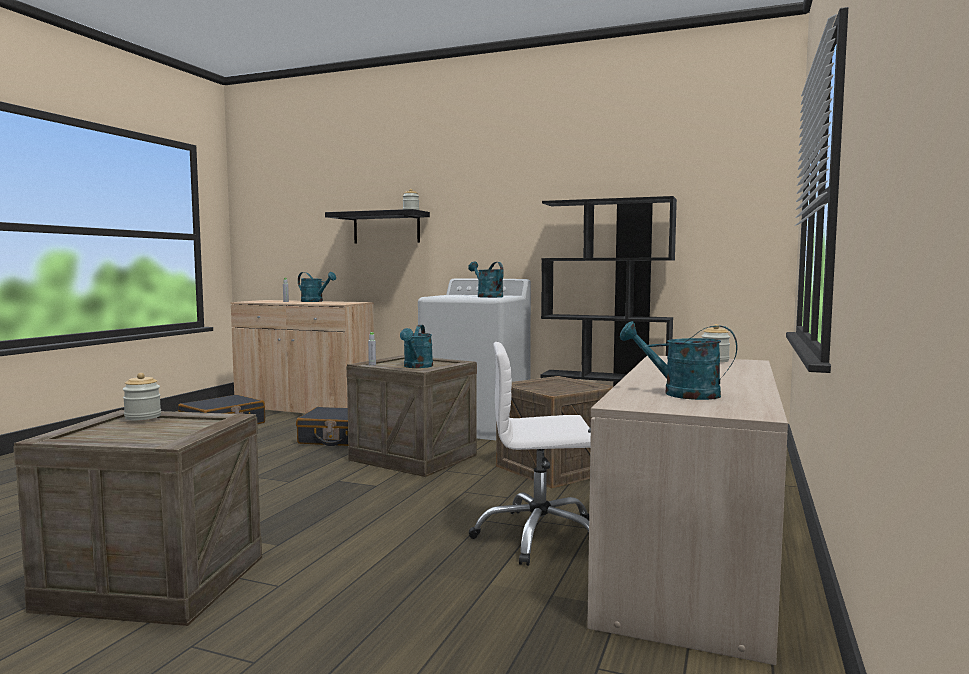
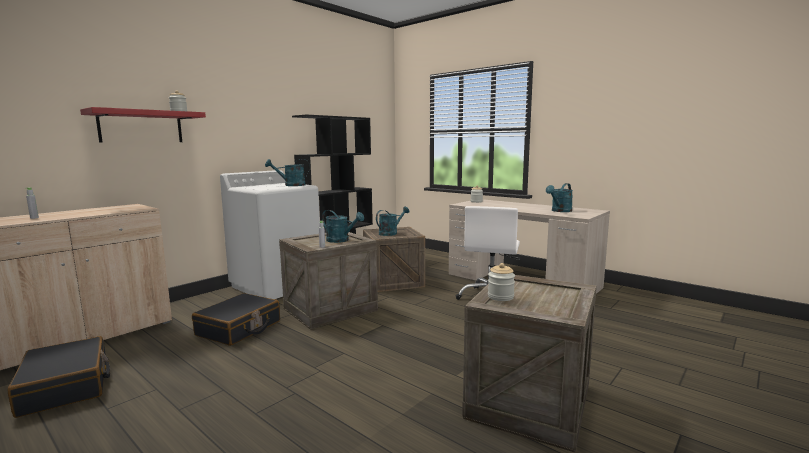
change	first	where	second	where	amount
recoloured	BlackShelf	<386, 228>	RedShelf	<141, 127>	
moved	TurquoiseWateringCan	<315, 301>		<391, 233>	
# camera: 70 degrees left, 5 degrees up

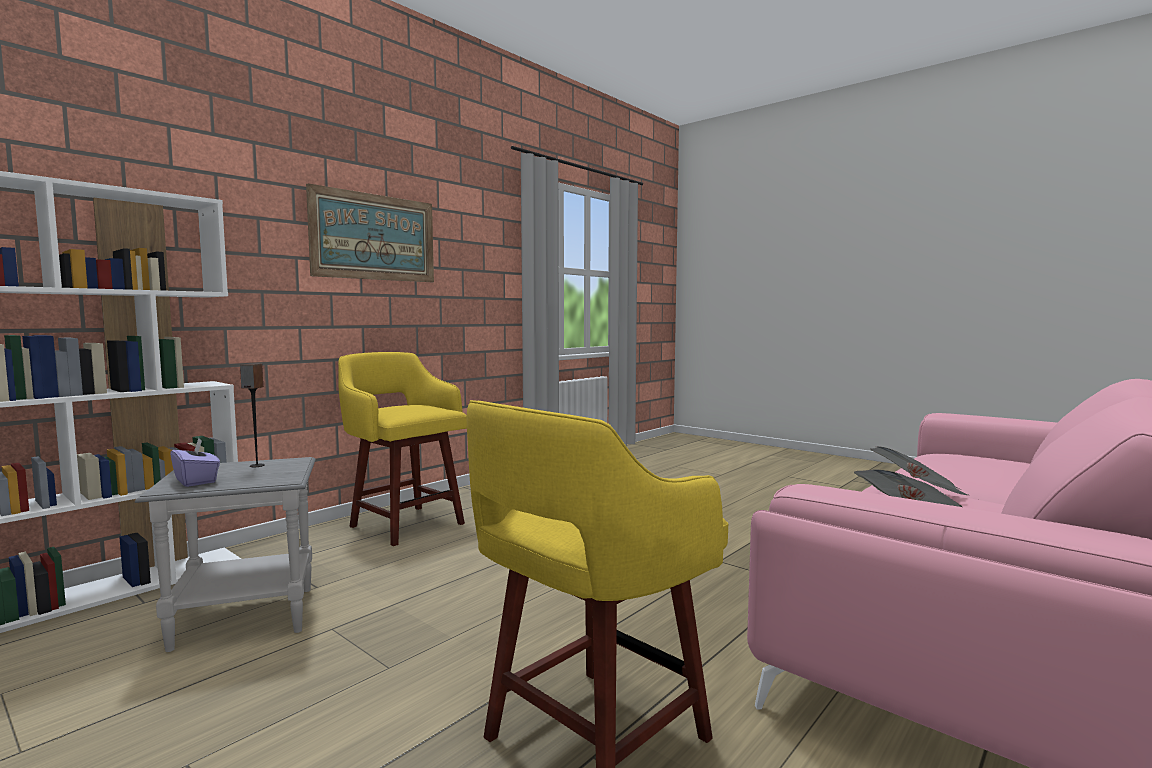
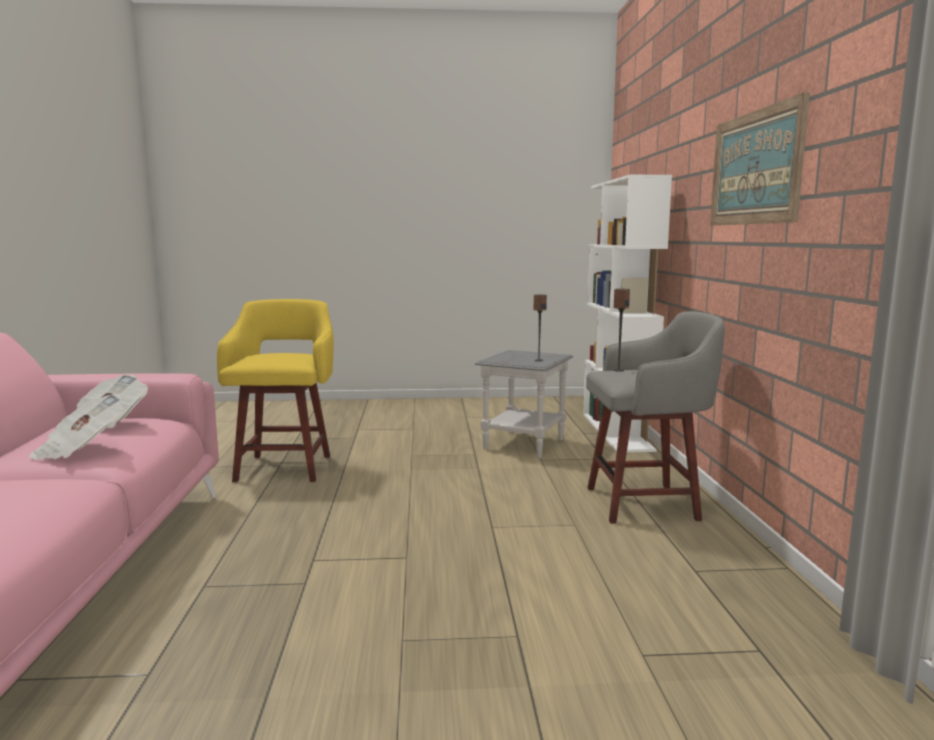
change	first	where	second	where	amount
recoloured	YellowStool	<405, 524>	GreyStool	<646, 503>	
added			Speaker	<618, 370>	
removed	PurpleTissueBox	<196, 480>			
# camera: 135 degrees right, 5 degrees up

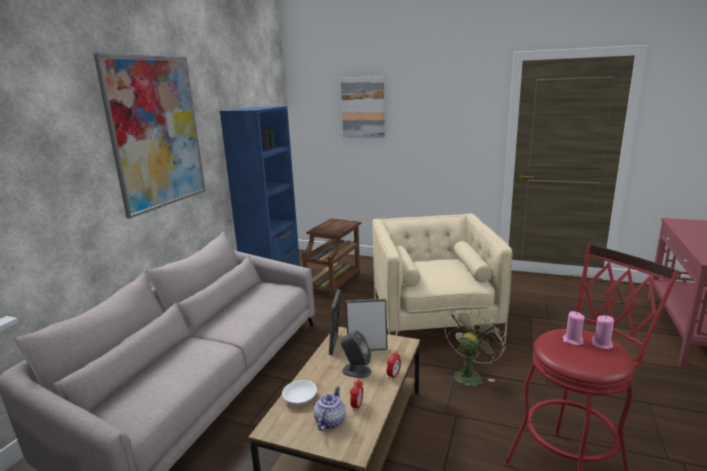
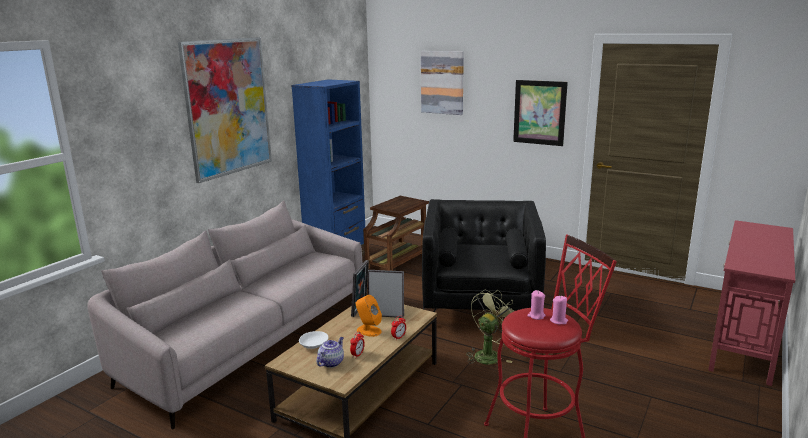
change	first	where	second	where	amount
recoloured	GreySpeaker	<356, 371>	OrangeSpeaker	<368, 331>	
recoloured	BeigeArmchair	<433, 321>	BlackArmchair	<480, 306>	
added			Picture	<539, 112>	
# camera: 10 degrees right, 0 degrees up

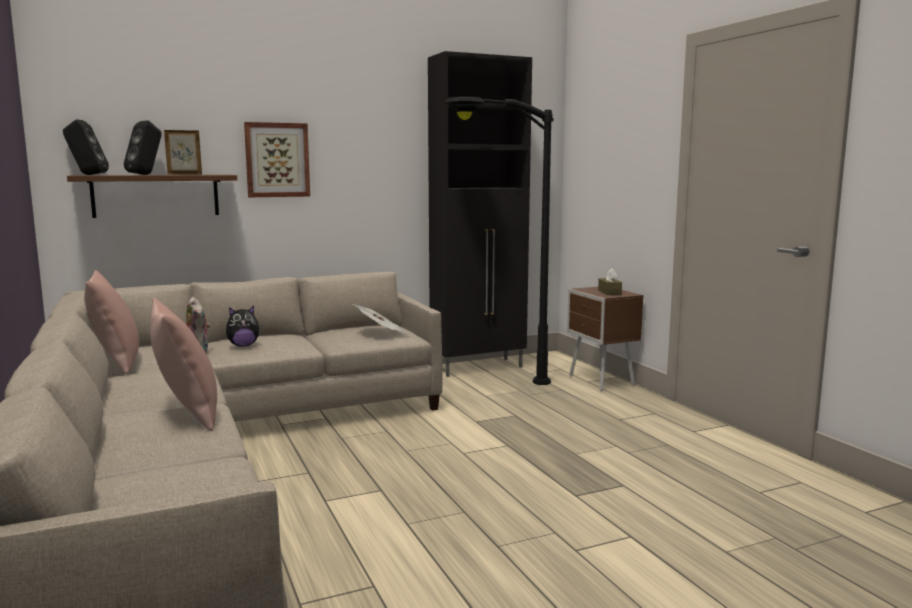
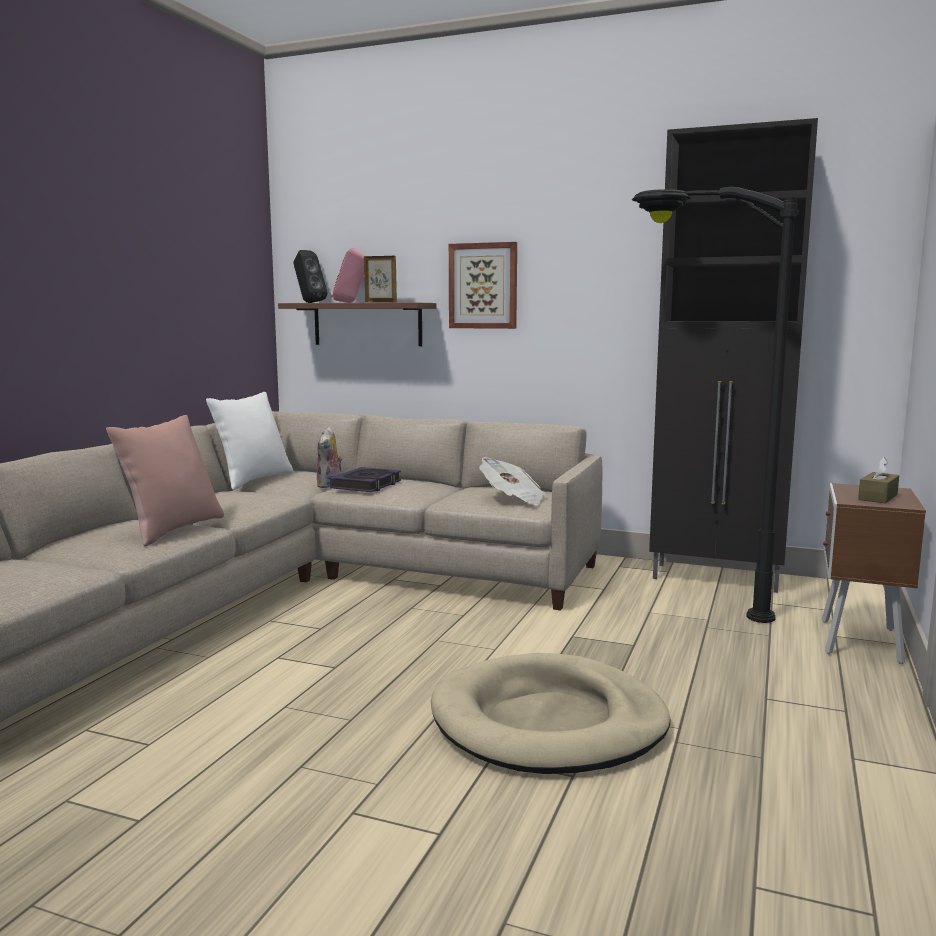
change	first	where	second	where	amount
recoloured	PinkPillow	<116, 363>	WhitePillow	<253, 480>	
replaced	PlushToy	<243, 345>	Book	<366, 485>	
recoloured	BlackSpeaker	<146, 174>	PinkSpeaker	<350, 302>	
added			BeigeDogBed	<548, 722>	
# camera: 45 degrees right, 0 degrees up

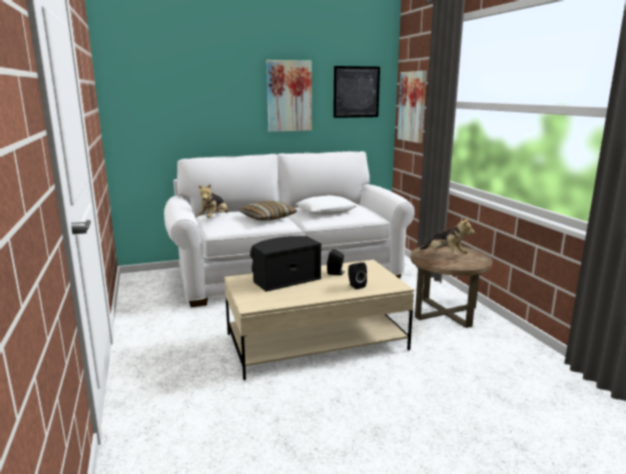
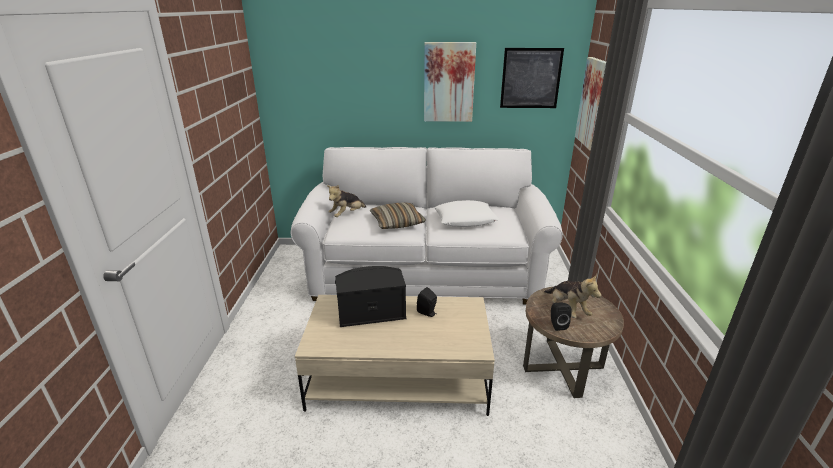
change	first	where	second	where	amount
moved	BlackSpeaker	<355, 285>		<557, 325>	
# camera: 20 degrees right, 10 degrees up

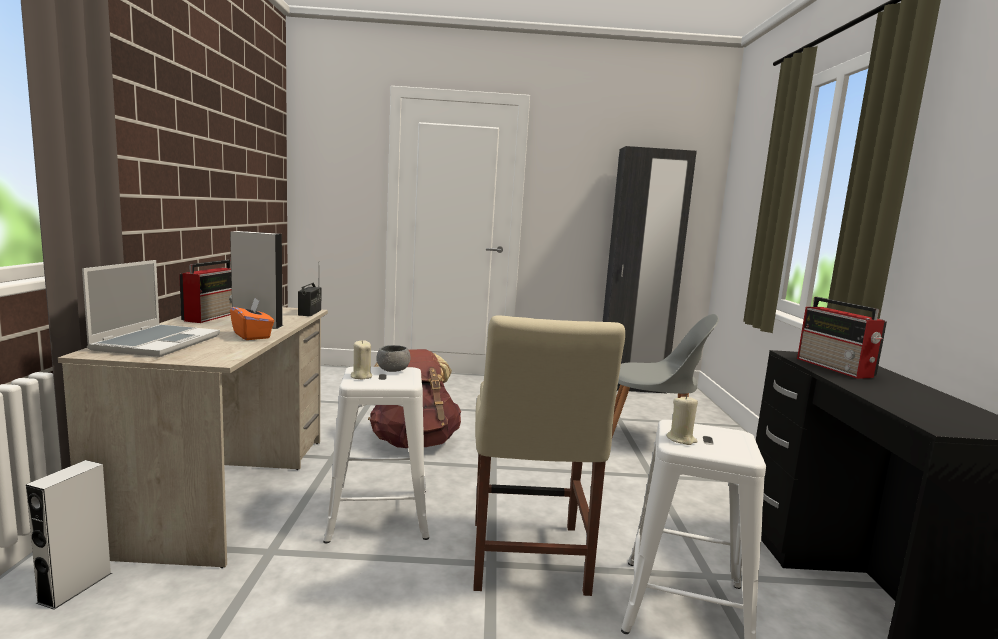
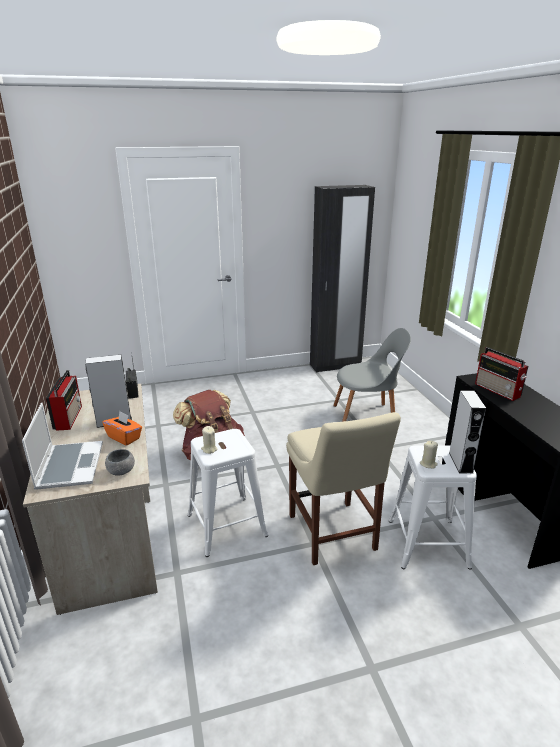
change	first	where	second	where	amount
moved	GreyBowl	<393, 370>		<121, 471>	
moved	GreySpeaker	<75, 587>		<460, 462>	
# camera: 15 degrees left, 15 degrees up

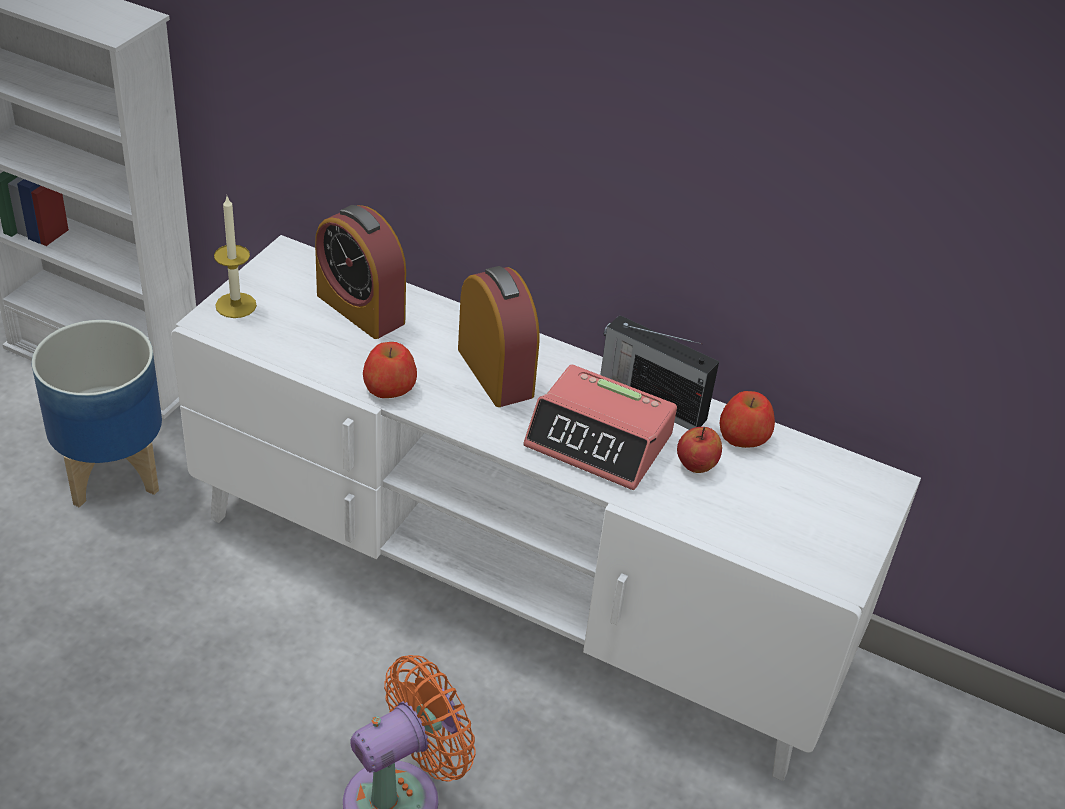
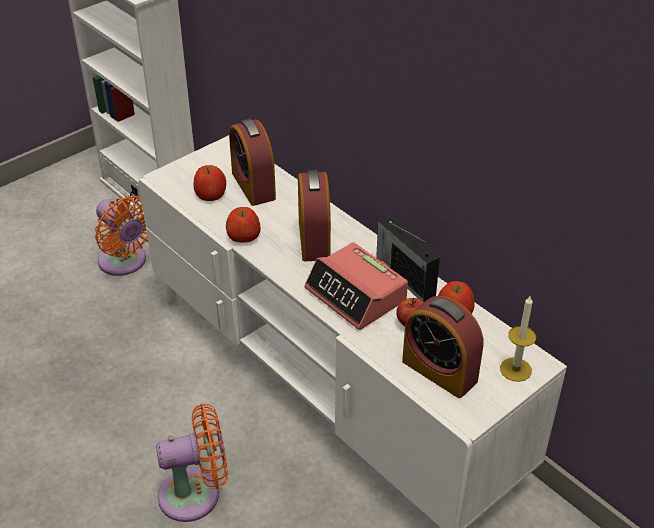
change	first	where	second	where	amount
replaced	Planter	<112, 471>	OrangeFan	<125, 262>	
added			Apple	<210, 194>	
added			AlarmClock	<439, 371>	
moved	Candle	<236, 305>		<515, 369>	
# camera: 25 degrees right, 0 degrees up

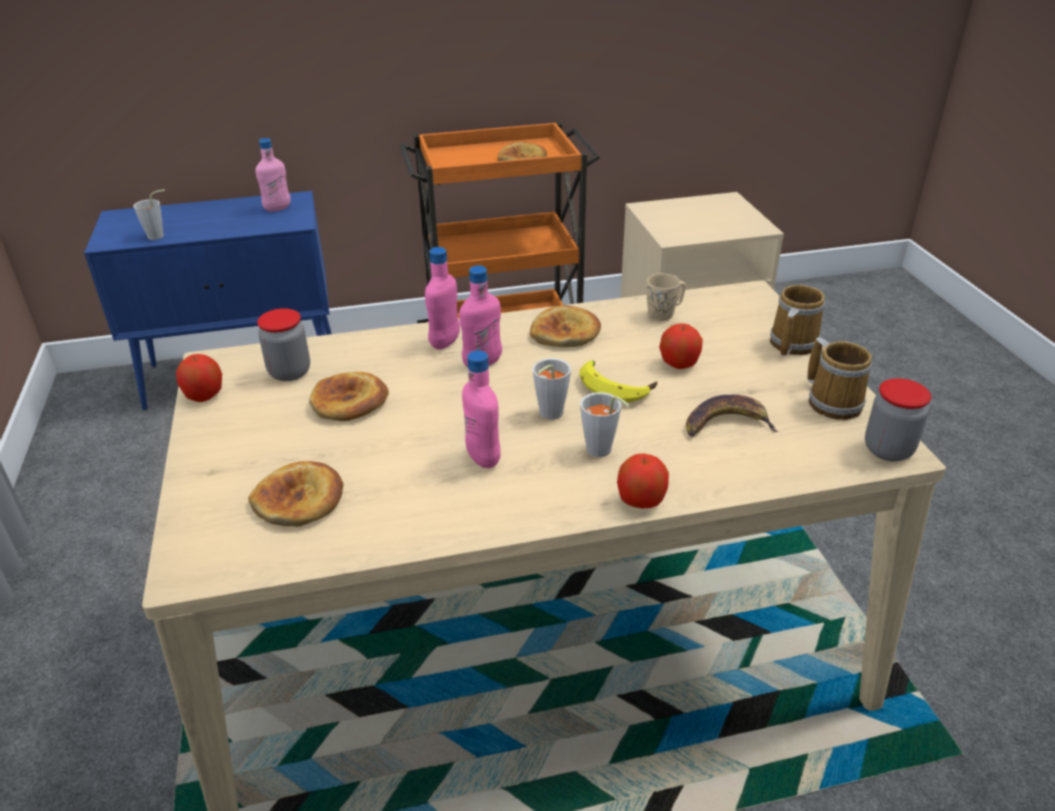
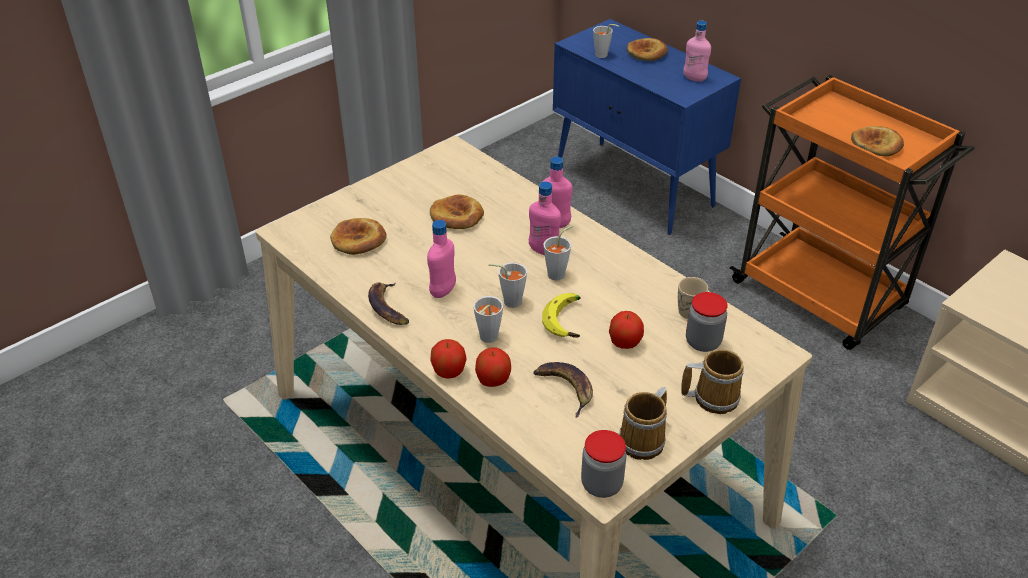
change	first	where	second	where	amount
added			Banana	<387, 307>	
moved	Apple	<204, 396>		<493, 380>	
added			GreyCup	<559, 273>	
moved	Bread	<565, 332>		<646, 53>	
moved	Jar	<289, 372>		<703, 342>	
# camera: 60 degrees right, 5 degrees up

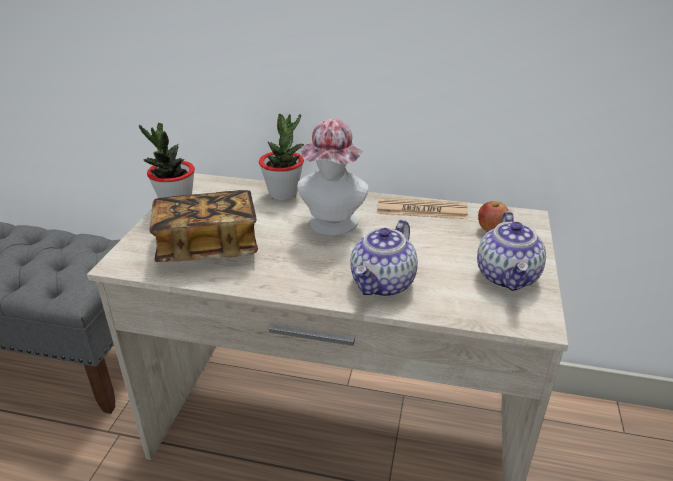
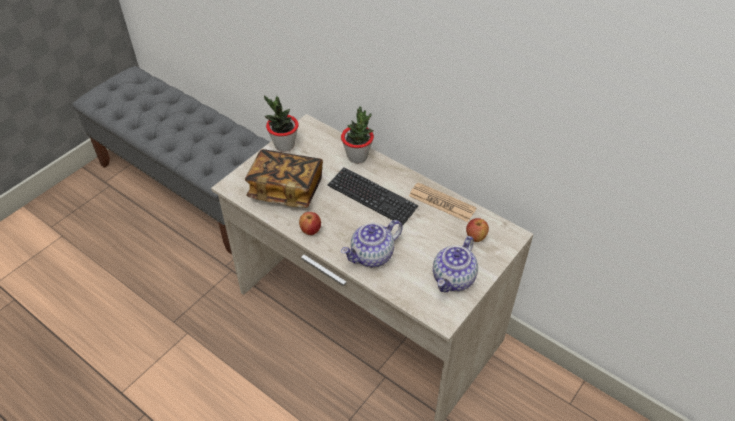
change	first	where	second	where	amount
added			Apple	<310, 230>	
replaced	Hat	<332, 226>	Keyboard	<372, 197>	
# camera: 25 degrees right, 15 degrees up

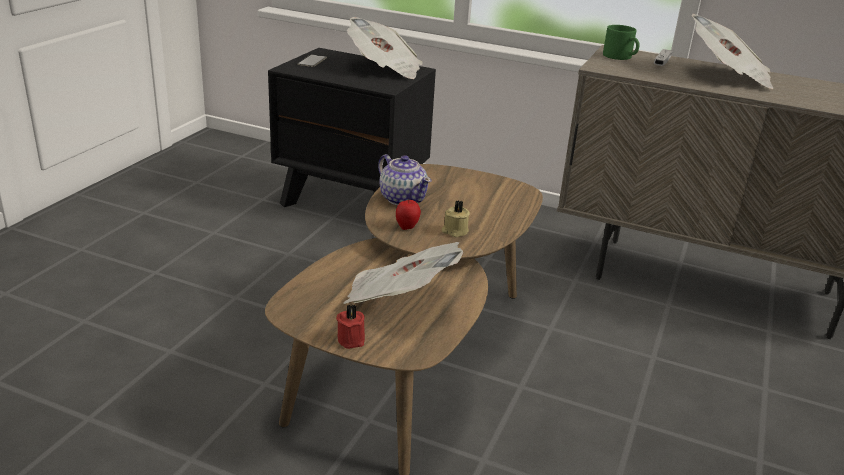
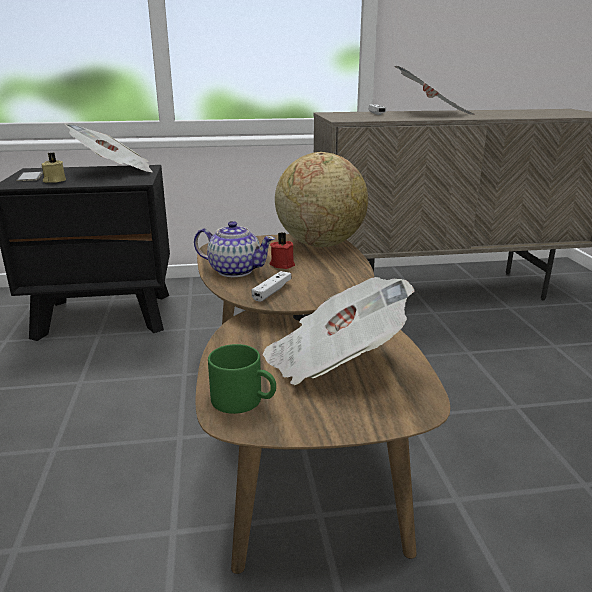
change	first	where	second	where	amount
moved	BeigeCandle	<454, 231>		<54, 181>	
moved	GreenMug	<621, 57>		<245, 400>	
replaced	Apple	<407, 227>	WhiteGameController	<272, 291>	
moved	RedCandle	<352, 339>		<282, 264>	
added			Globe	<320, 244>	
# camera: 30 degrees left, 5 degrees down

